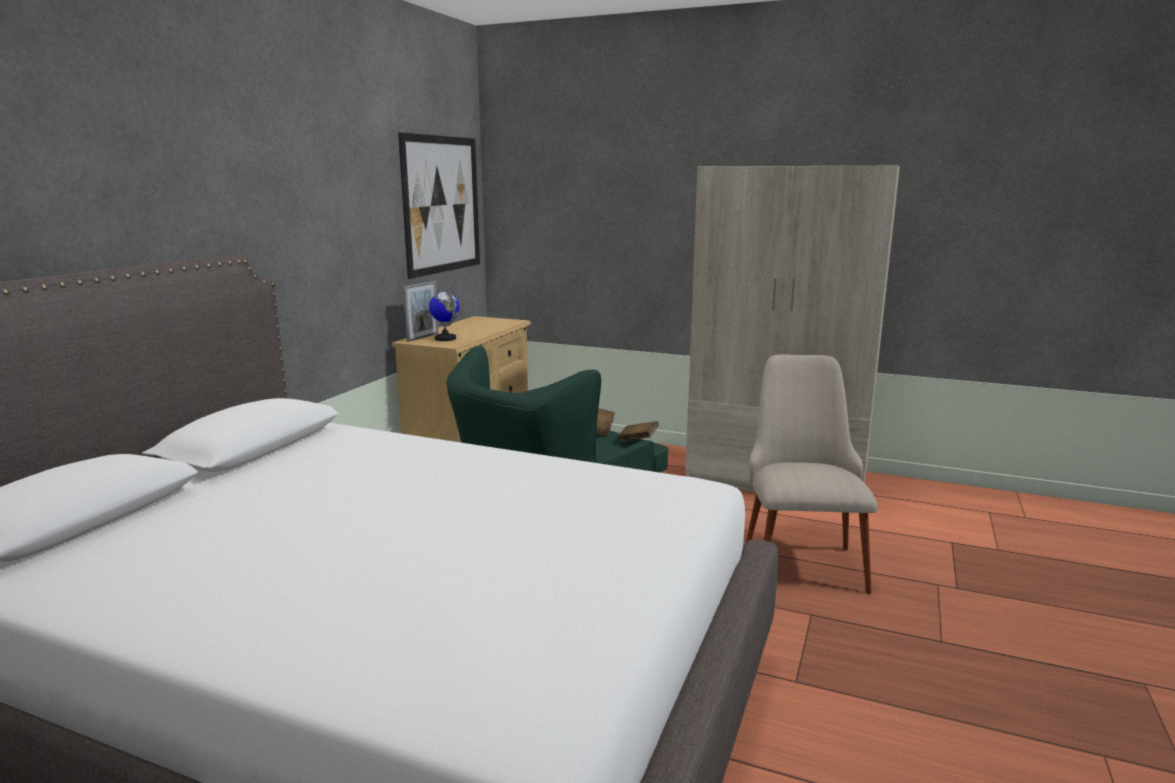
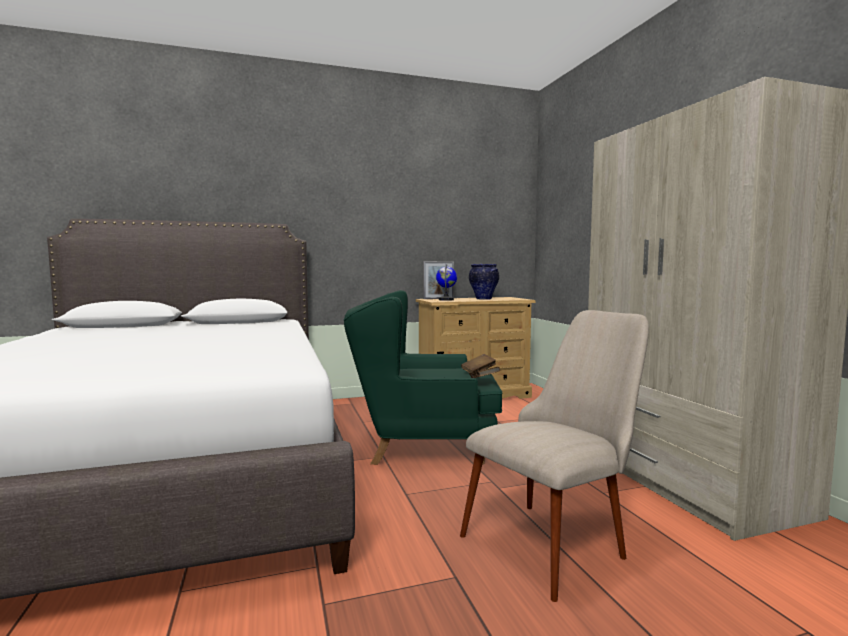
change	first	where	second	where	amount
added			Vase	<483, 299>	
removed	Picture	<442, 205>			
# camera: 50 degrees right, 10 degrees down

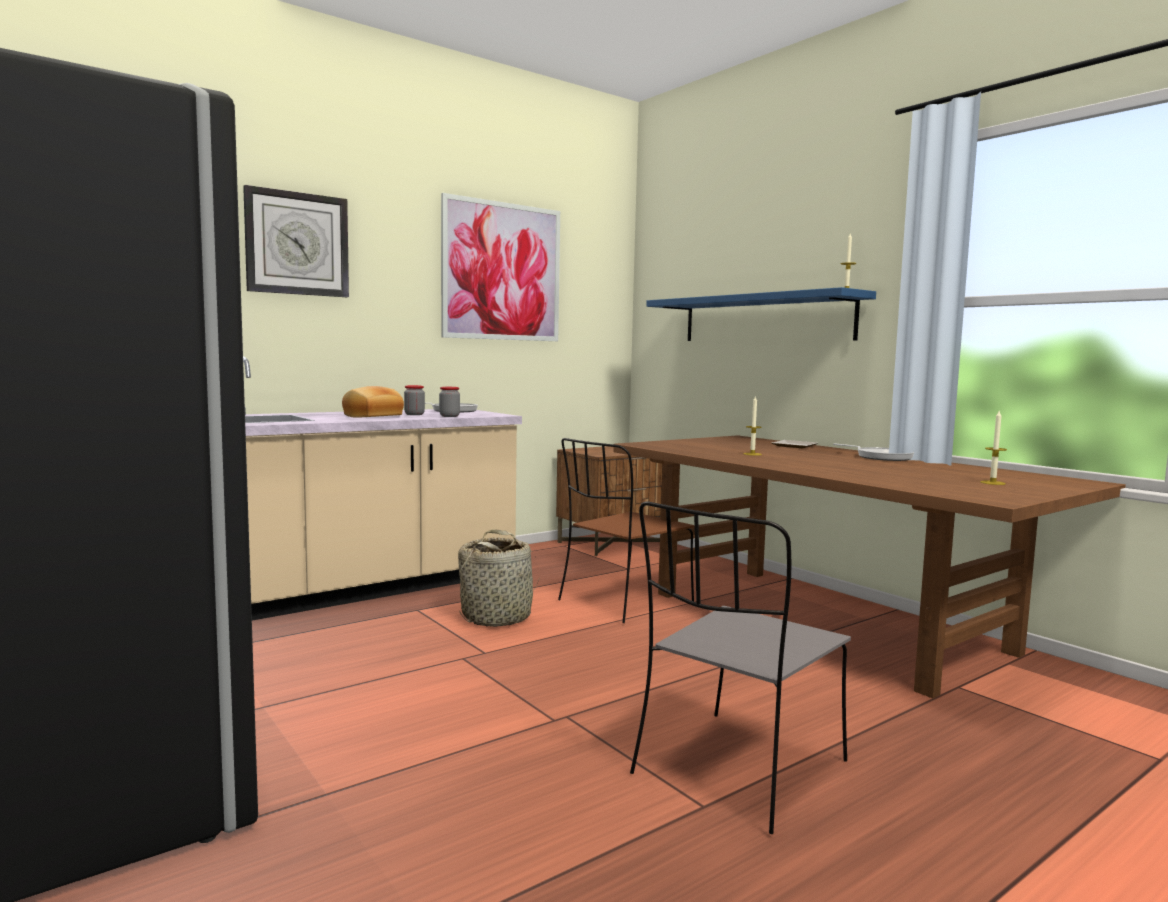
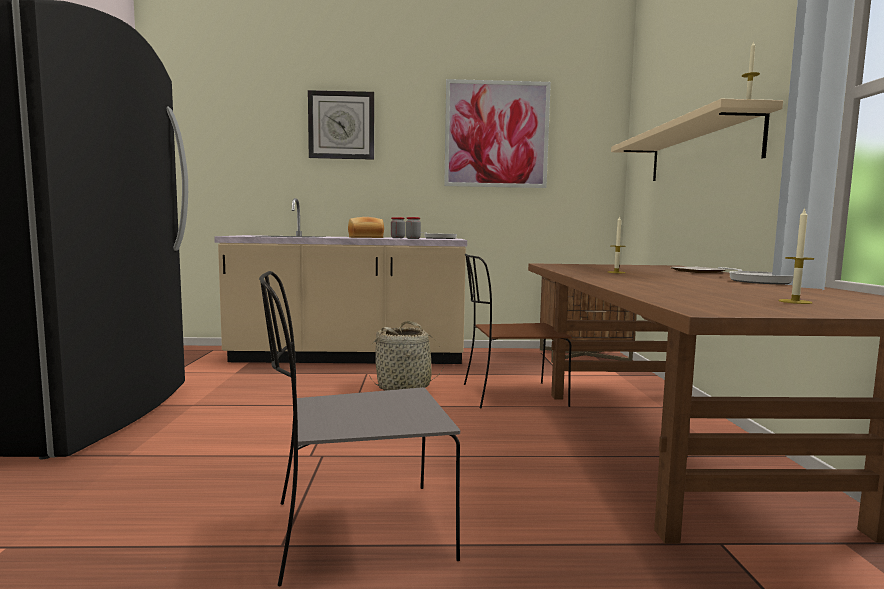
change	first	where	second	where	amount
recoloured	BlueShelf	<764, 319>	BeigeShelf	<700, 150>	
# camera: 35 degrees right, 0 degrees up

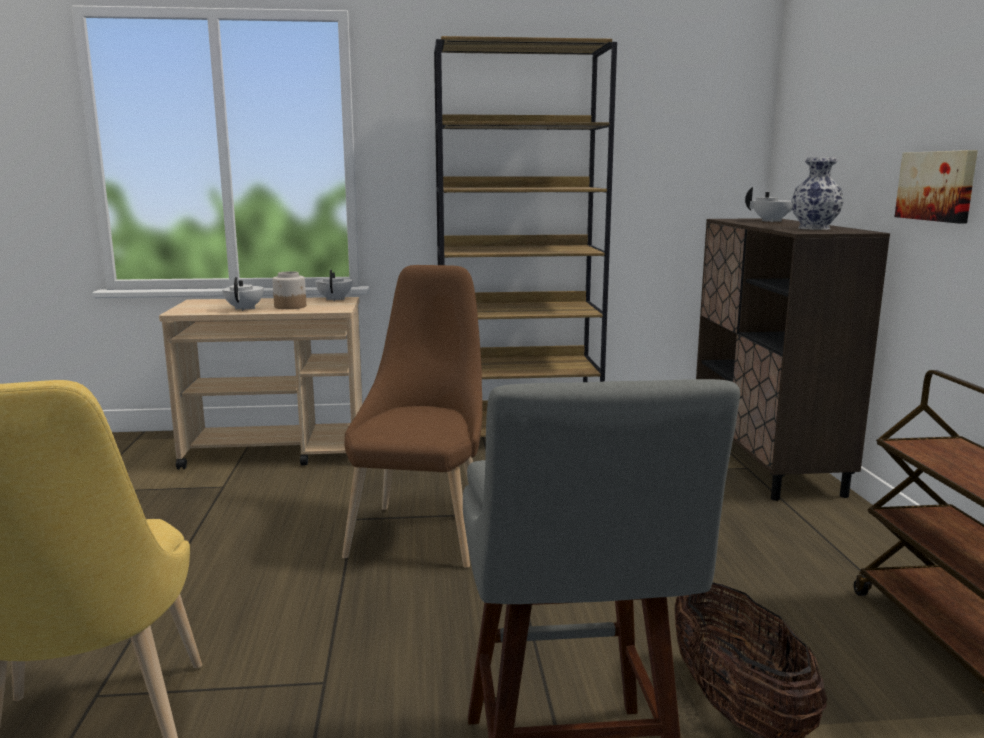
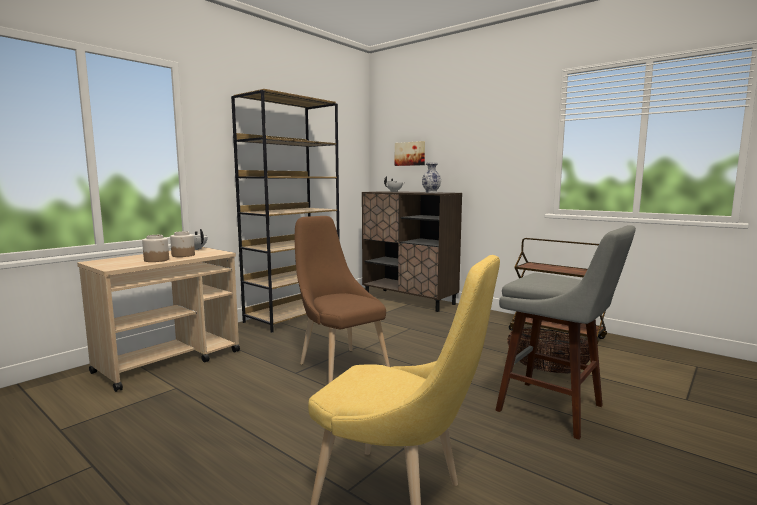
change	first	where	second	where	amount
replaced	WhiteTeapot	<245, 309>	Jar	<156, 260>	
moved	Picture	<937, 186>		<410, 153>	
# camera: 45 degrees left, 5 degrees down

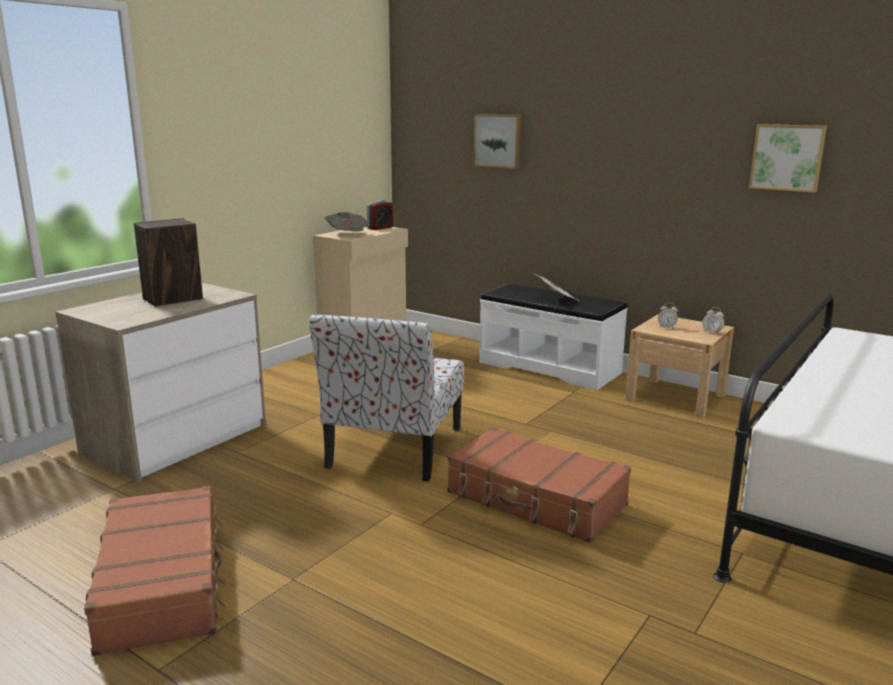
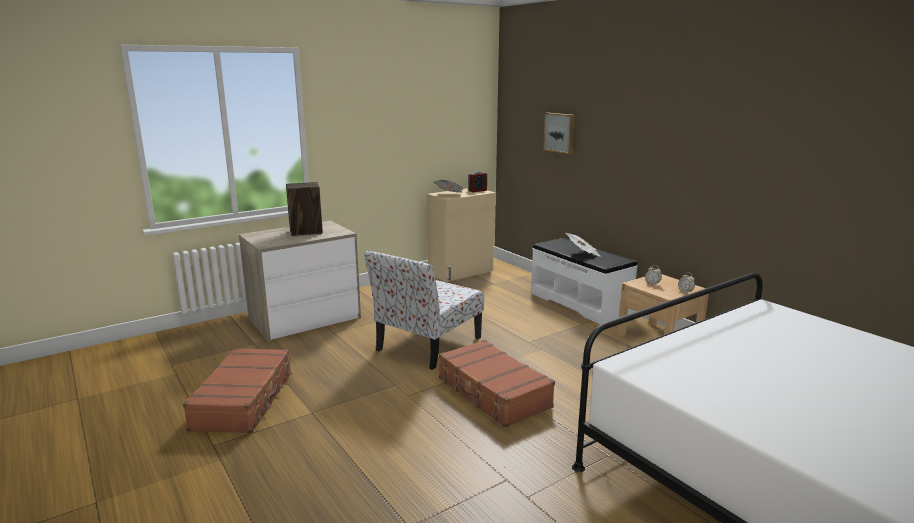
change	first	where	second	where	amount
removed	Picture	<787, 157>			
# camera: 20 degrees right, 0 degrees up

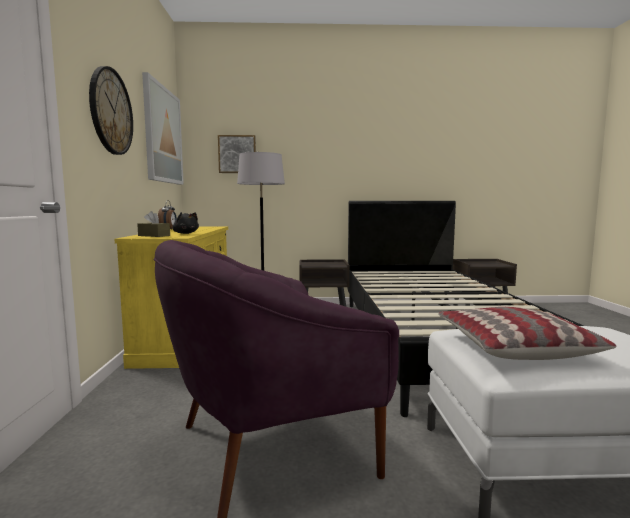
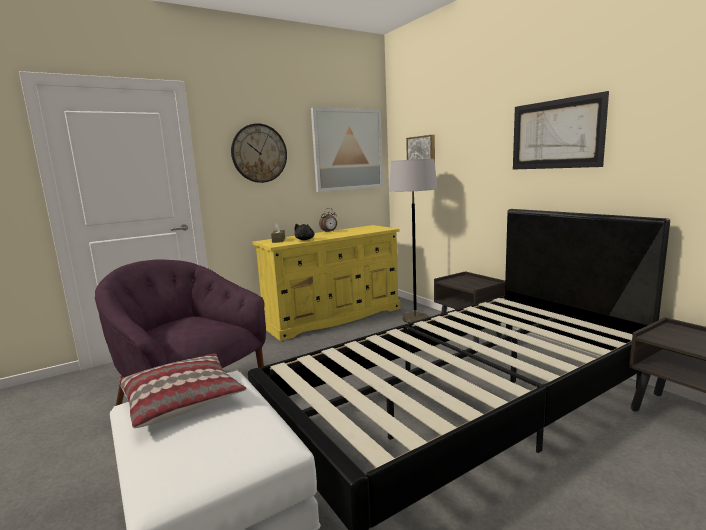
change	first	where	second	where	amount
added			Picture	<556, 134>	
# camera: 60 degrees right, 5 degrees up

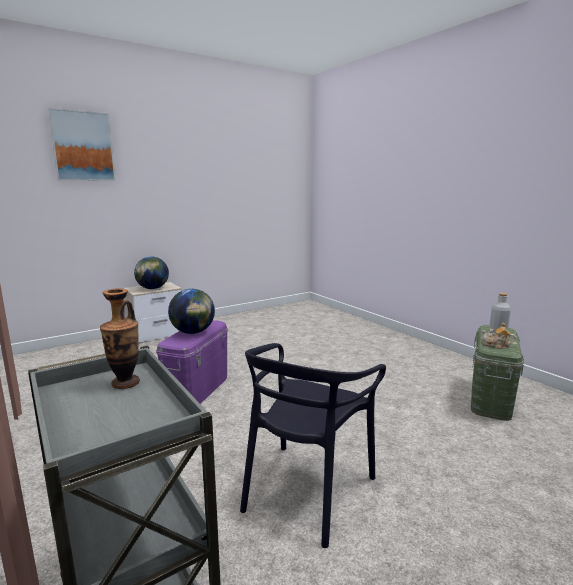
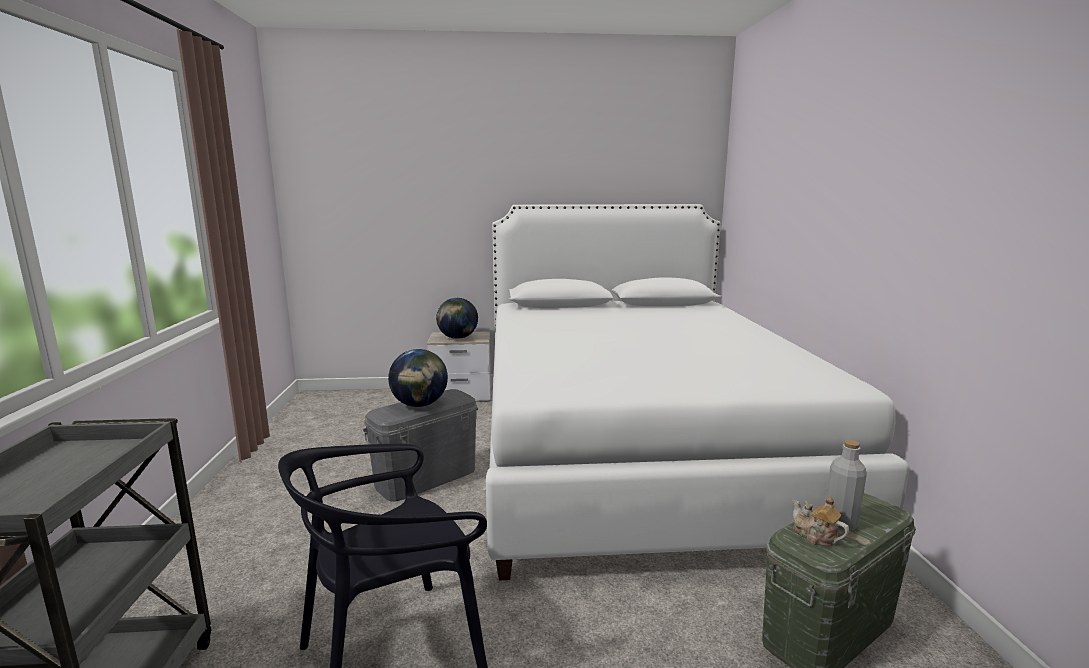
change	first	where	second	where	amount
recoloured	PurpleStorageBox	<197, 389>	GreyStorageBox	<426, 478>	
added			WhiteBed	<633, 449>	
removed	Picture	<83, 146>			
removed	Vase	<125, 383>			
# camera: 30 degrees right, 0 degrees up

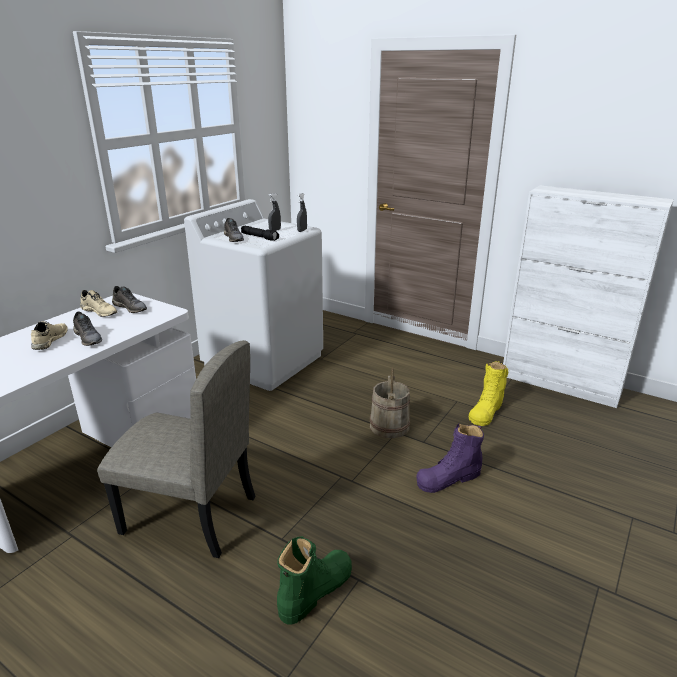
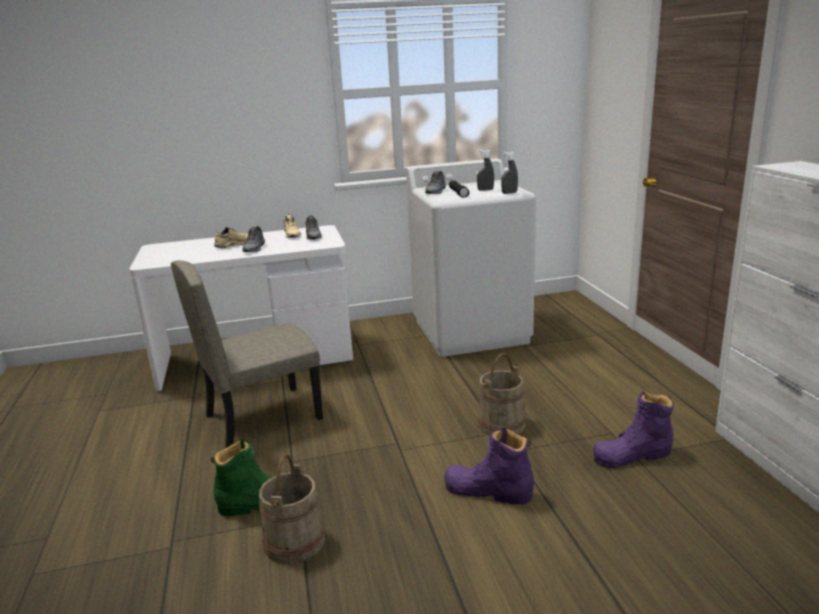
change	first	where	second	where	amount
turned	BeigeChair	<189, 515>		<263, 416>	90 degrees clockwise
added			BeigeBucket	<295, 541>	
recoloured	YellowBoot	<486, 411>	PurpleBoot	<632, 455>	
# camera: 45 degrees right, 5 degrees down

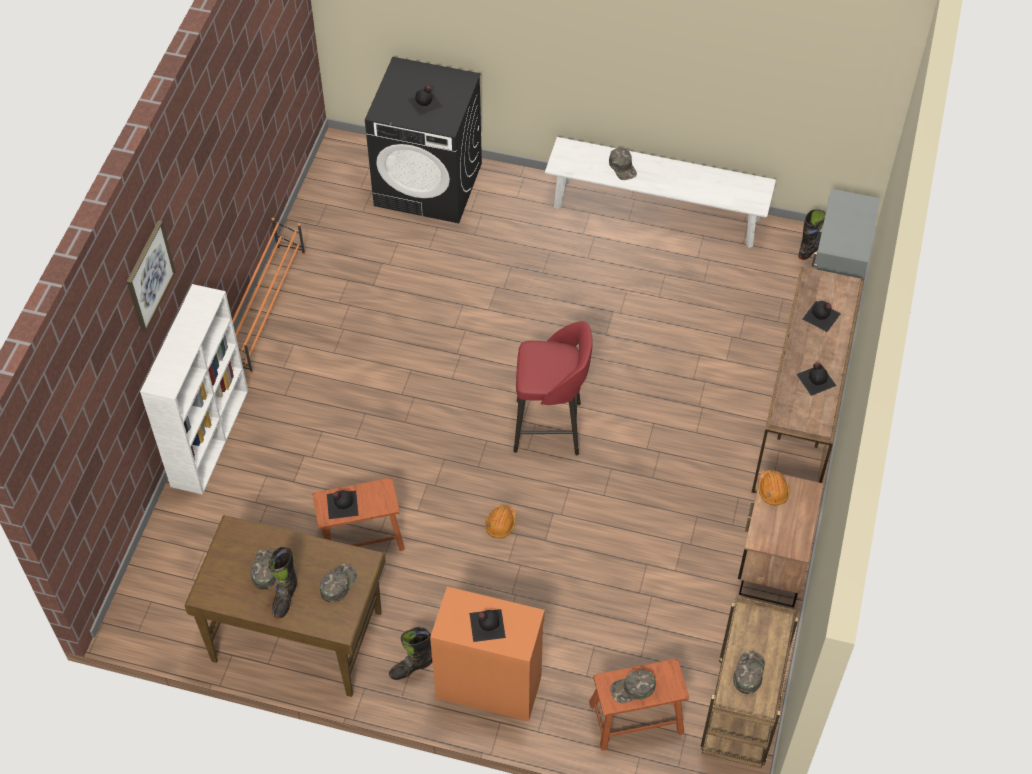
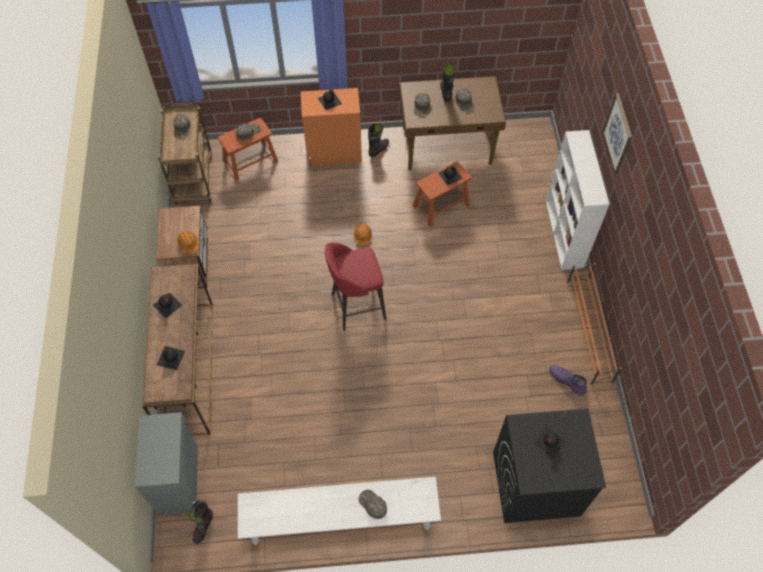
change	first	where	second	where	amount
added			PurpleBoot	<567, 381>	
# camera: 160 degrees right, 5 degrees up

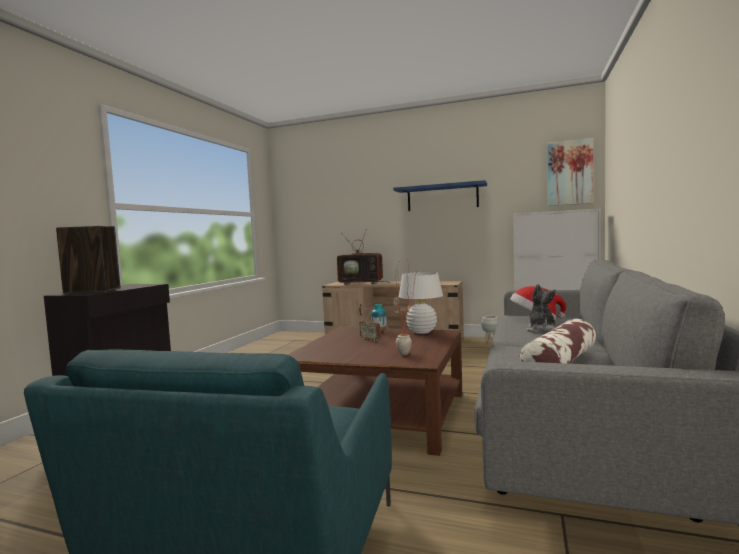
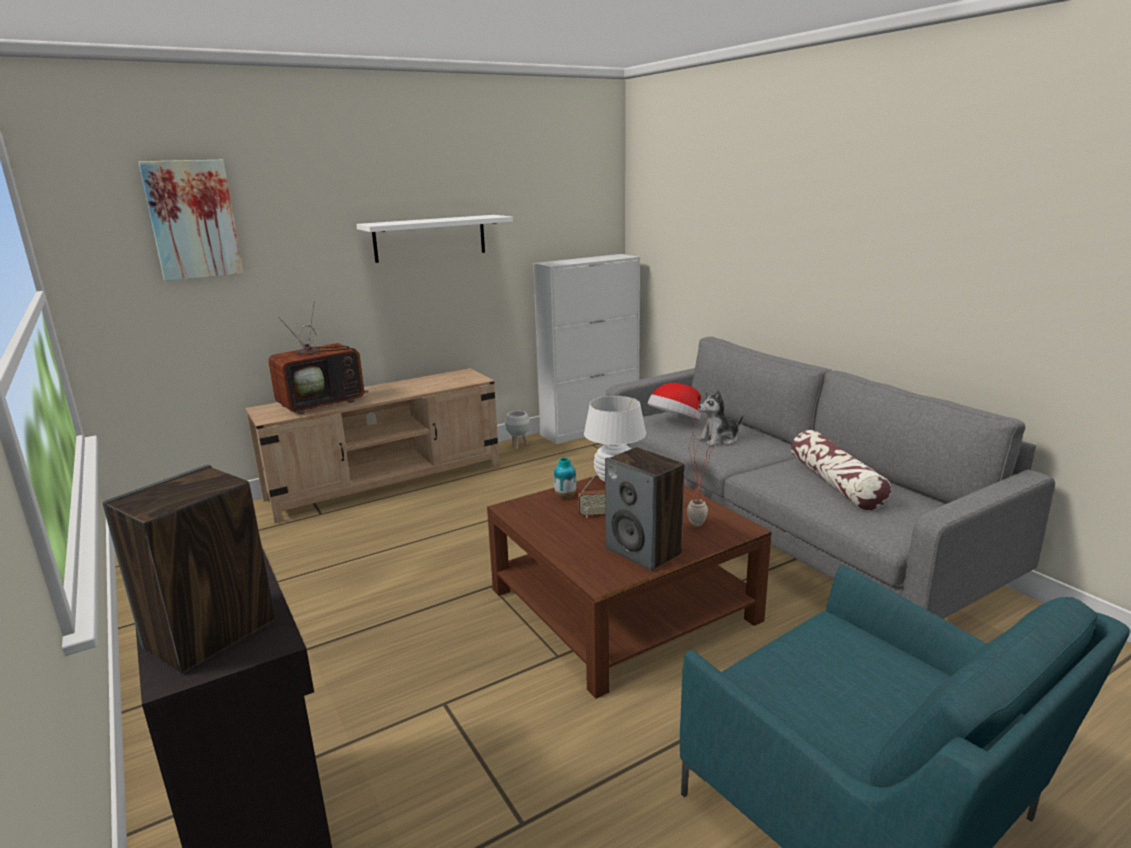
change	first	where	second	where	amount
moved	Picture	<569, 173>		<193, 220>	
recoloured	BlueShelf	<442, 197>	WhiteShelf	<430, 238>	
added			Speaker	<644, 551>	
turned	PlushToy	<541, 330>		<719, 440>	75 degrees counterclockwise
# camera: 50 degrees left, 15 degrees up

